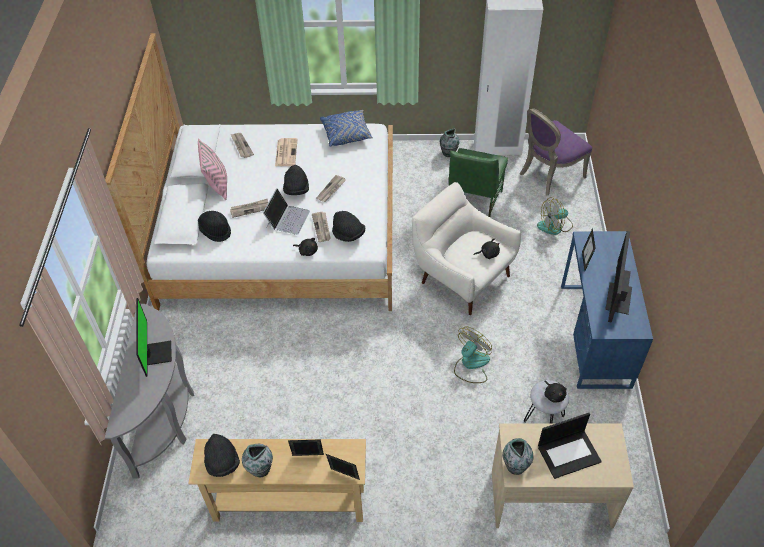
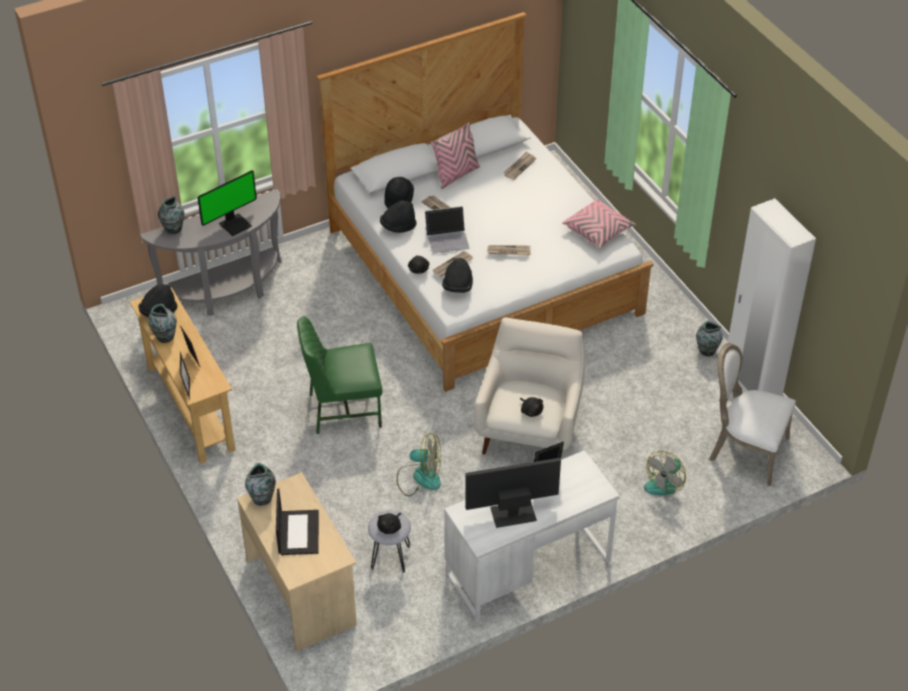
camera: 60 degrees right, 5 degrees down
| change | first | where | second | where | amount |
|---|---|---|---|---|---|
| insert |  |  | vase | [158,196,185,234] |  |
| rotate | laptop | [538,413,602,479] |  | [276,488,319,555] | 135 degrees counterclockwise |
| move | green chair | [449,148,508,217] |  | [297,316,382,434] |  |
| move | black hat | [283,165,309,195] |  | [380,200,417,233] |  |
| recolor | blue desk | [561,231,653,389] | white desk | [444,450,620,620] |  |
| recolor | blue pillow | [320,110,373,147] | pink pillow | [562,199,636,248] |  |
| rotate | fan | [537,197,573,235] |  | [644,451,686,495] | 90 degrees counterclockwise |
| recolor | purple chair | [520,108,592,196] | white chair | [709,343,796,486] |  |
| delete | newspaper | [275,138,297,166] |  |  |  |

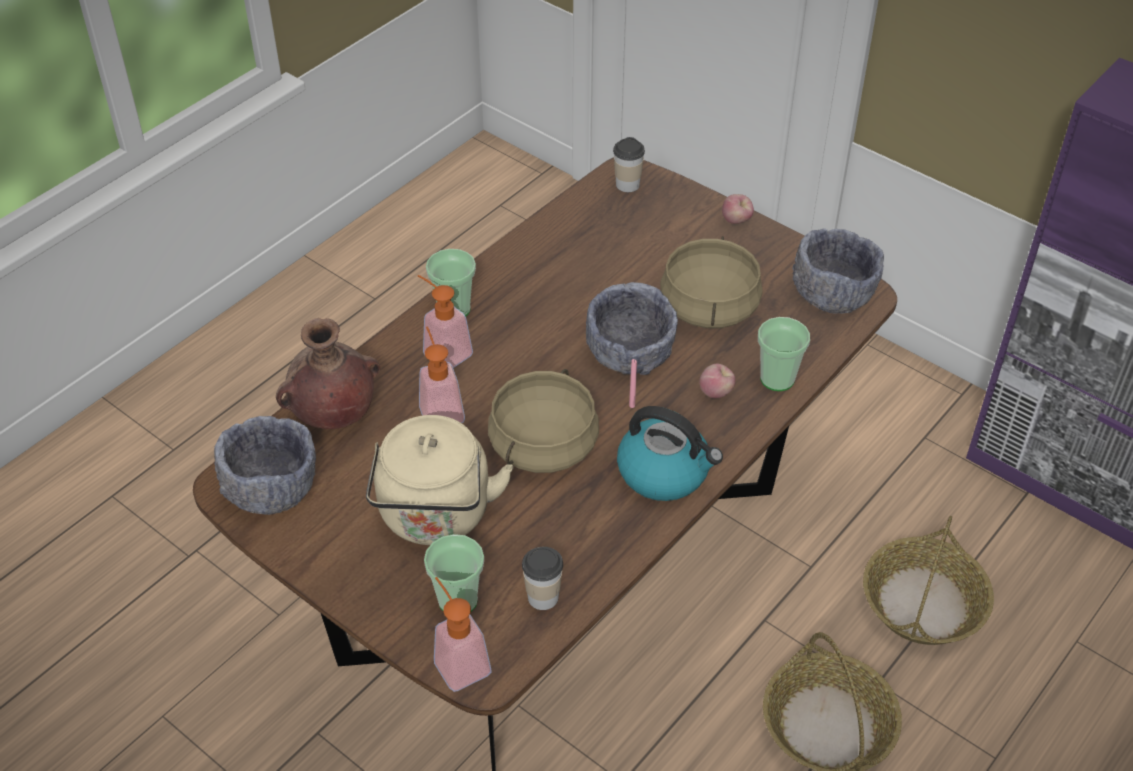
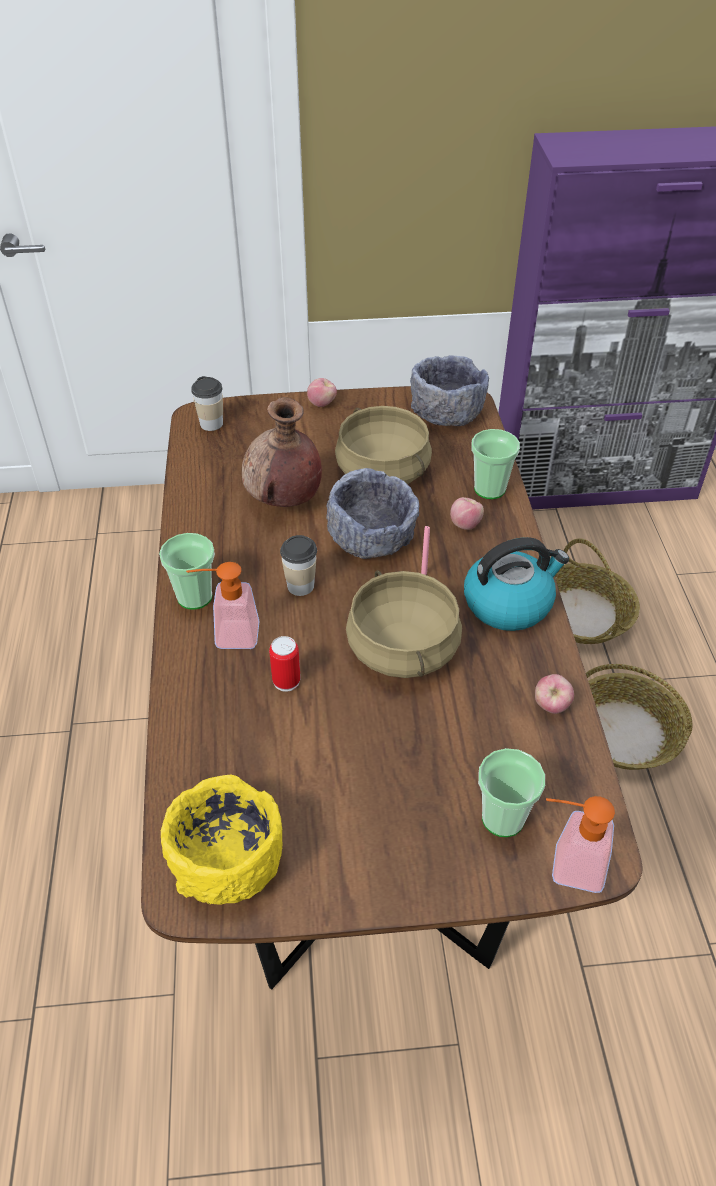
camera: 45 degrees left, 0 degrees up
| change | first | where | second | where | amount |
|---|---|---|---|---|---|
| recolor | grey bowl | [214,416,316,515] | yellow bowl | [161,775,282,905] |  |
| move | brown vase | [276,318,380,429] |  | [242,397,322,507] |  |
| replace | soap dispenser | [419,327,465,423] | can | [269,636,301,692] |  |
| move | cup | [522,547,563,610] |  | [280,535,317,596] |  |
| insert |  |  | apple | [535,674,574,714] |  |
| delete | beige kettle | [366,415,513,545] |  |  |  |

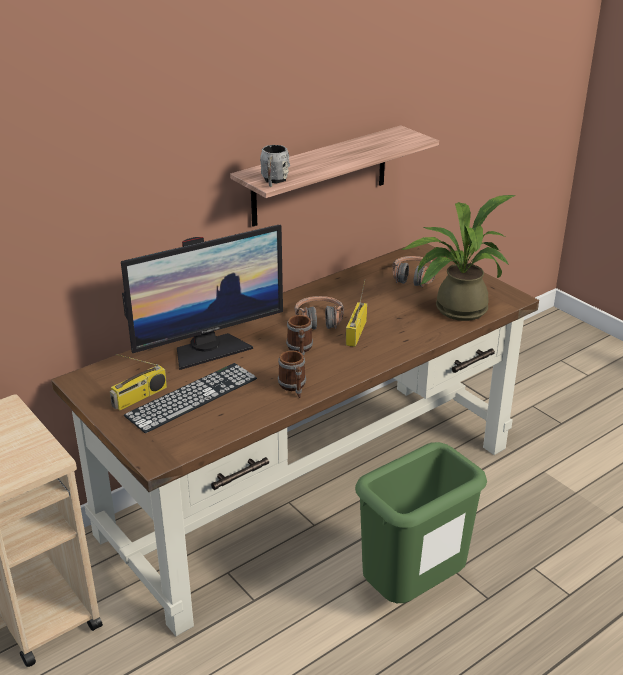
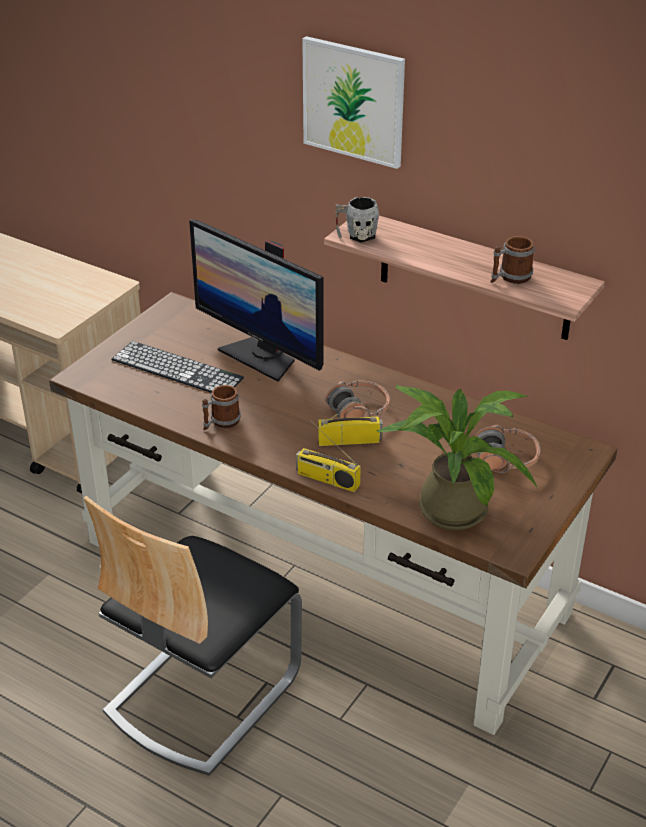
camera: 70 degrees right, 5 degrees up
| change | first | where | second | where | amount |
|---|---|---|---|---|---|
| replace | green trash can | [355,442,487,603] | chair | [84,496,302,776] |  |
| move | radio | [110,354,167,411] |  | [296,421,361,492] |  |
| insert |  |  | picture | [302,36,405,169] |  |
| move | mug | [286,315,313,356] |  | [490,236,535,284] |  |

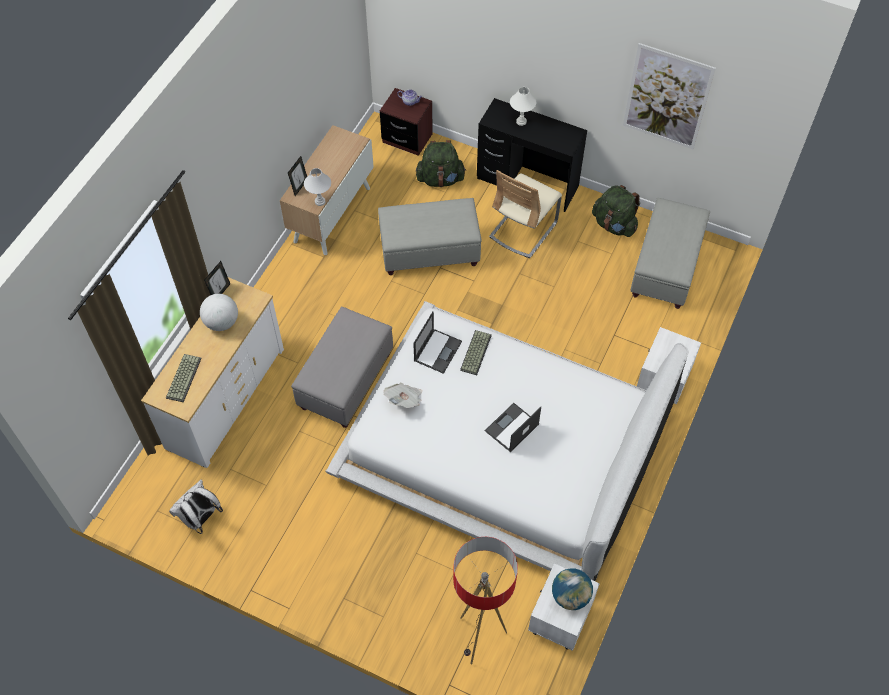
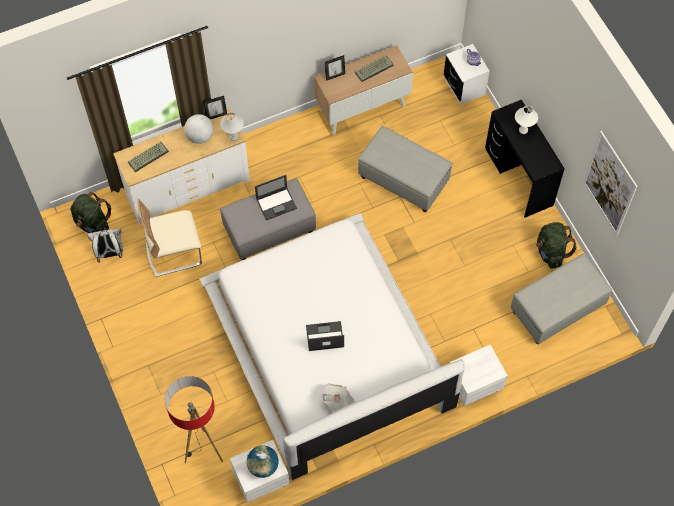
camera: 40 degrees right, 5 degrees up
| change | first | where | second | where | amount |
|---|---|---|---|---|---|
| move | green backpack | [416,140,466,187] |  | [71,192,111,233] |  |
| move | beige chair | [489,170,562,258] |  | [137,199,202,277] |  |
| move | white table lamp | [304,168,331,206] |  | [220,112,244,141] |  |
| move | laptop | [413,311,462,374] |  | [255,175,297,221] |  |
| move | newspaper | [384,383,422,408] |  | [321,383,355,411] |  |
| move | keyboard | [460,330,492,375] |  | [355,56,394,82] |  |
| recolor | brown nightstand | [380,88,433,156] | white nightstand | [444,44,490,105] |  |

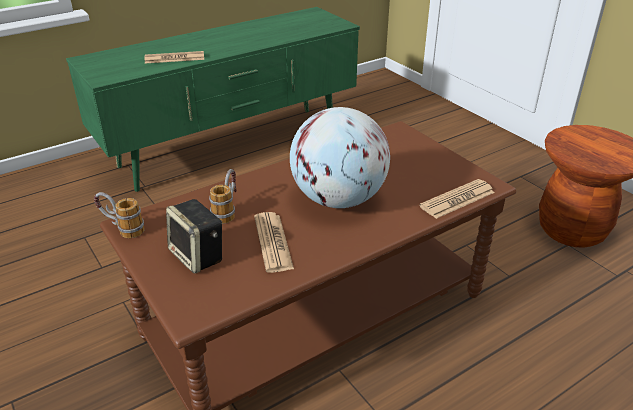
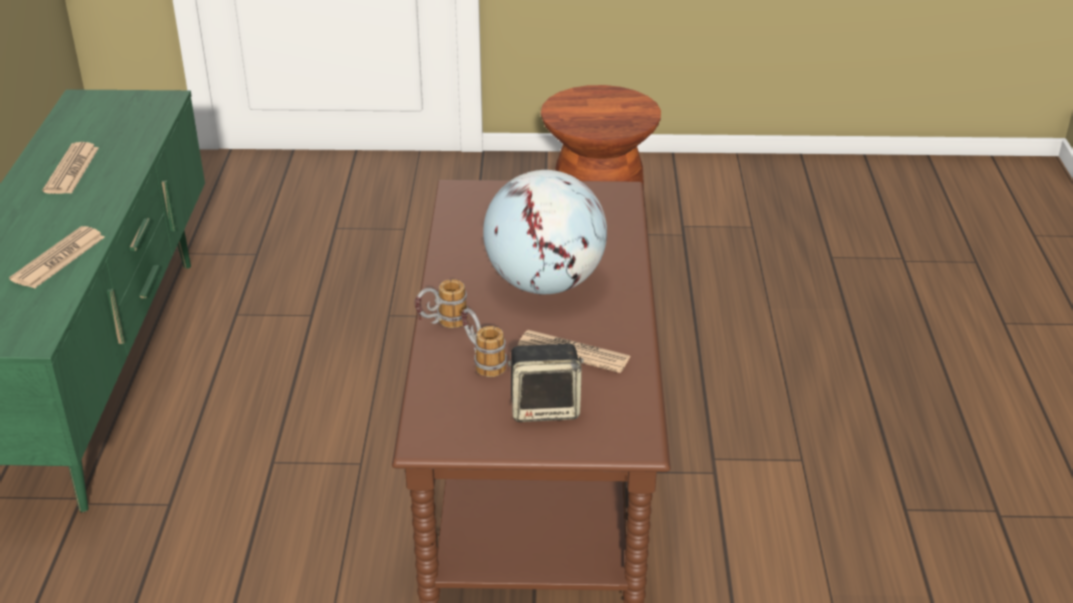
camera: 55 degrees left, 0 degrees up
| change | first | where | second | where | amount |
|---|---|---|---|---|---|
| move | newspaper | [419,179,495,219] |  | [43,142,99,194] |  |
| move | mug | [94,192,145,238] |  | [415,279,468,328] |  |

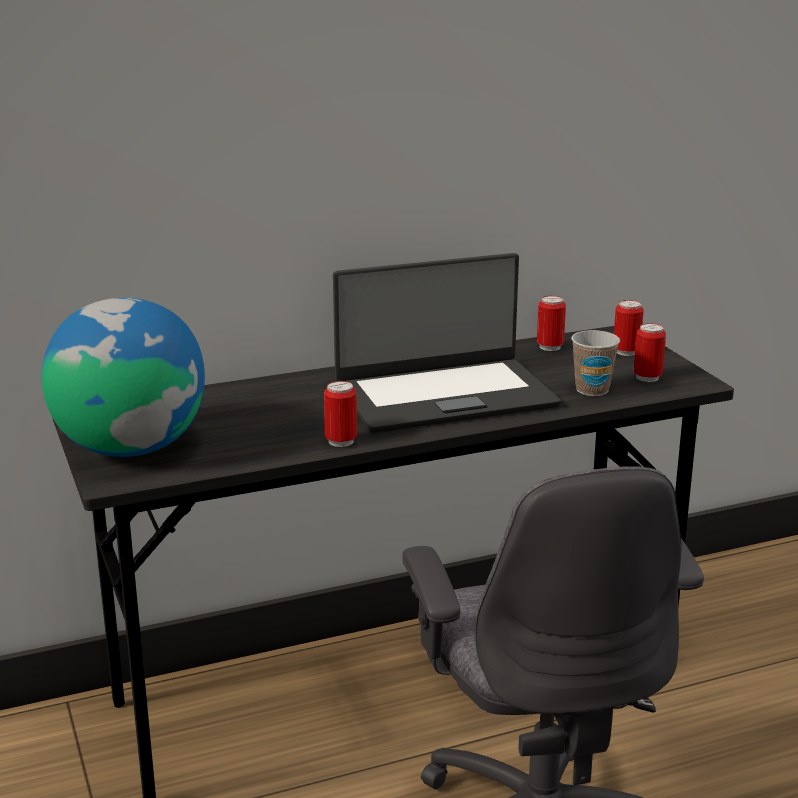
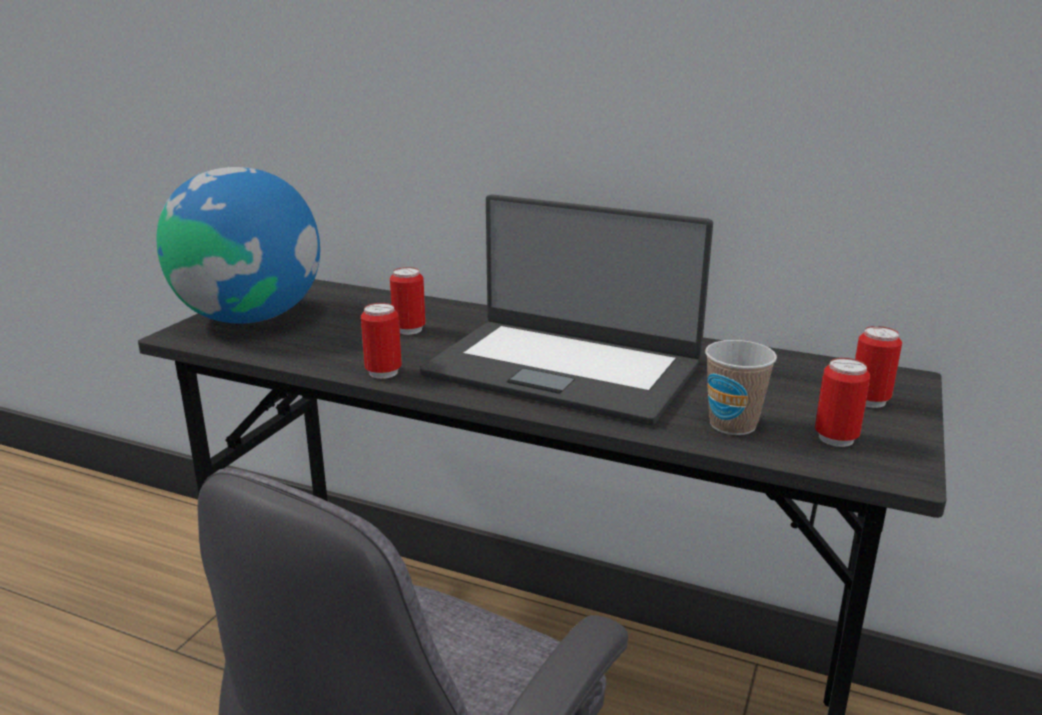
camera: 45 degrees right, 0 degrees up
| change | first | where | second | where | amount |
|---|---|---|---|---|---|
| move | can | [537,295,566,351] |  | [390,267,426,335] |  |

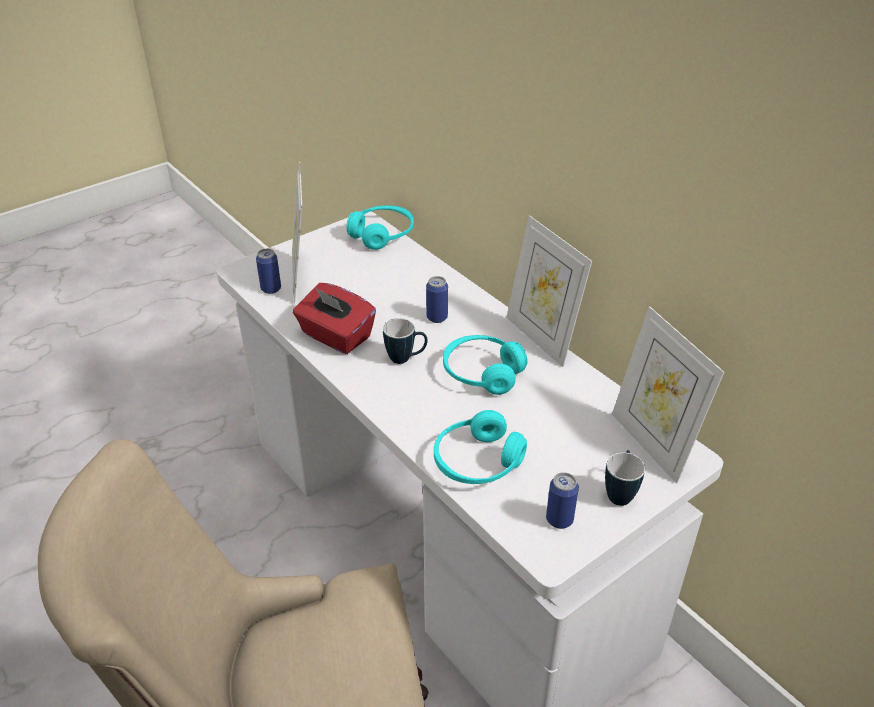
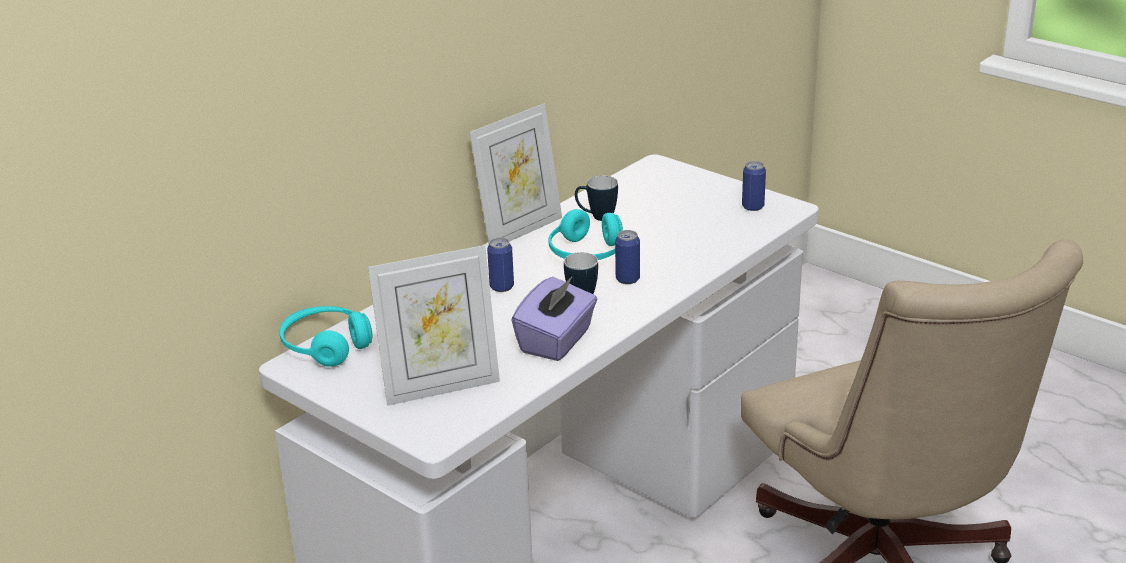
camera: 100 degrees left, 10 degrees down
| change | first | where | second | where | amount |
|---|---|---|---|---|---|
| recolor | red tissue box | [293,283,376,354] | purple tissue box | [512,276,597,361] |  |
| move | mug | [605,450,645,506] |  | [575,176,618,221] |  |
| move | can | [256,249,281,294] |  | [615,230,640,284] |  |
| delete | turquoise headphones | [434,410,527,484] |  |  |  |
| delete | picture frame | [612,306,724,484] |  |  |  |

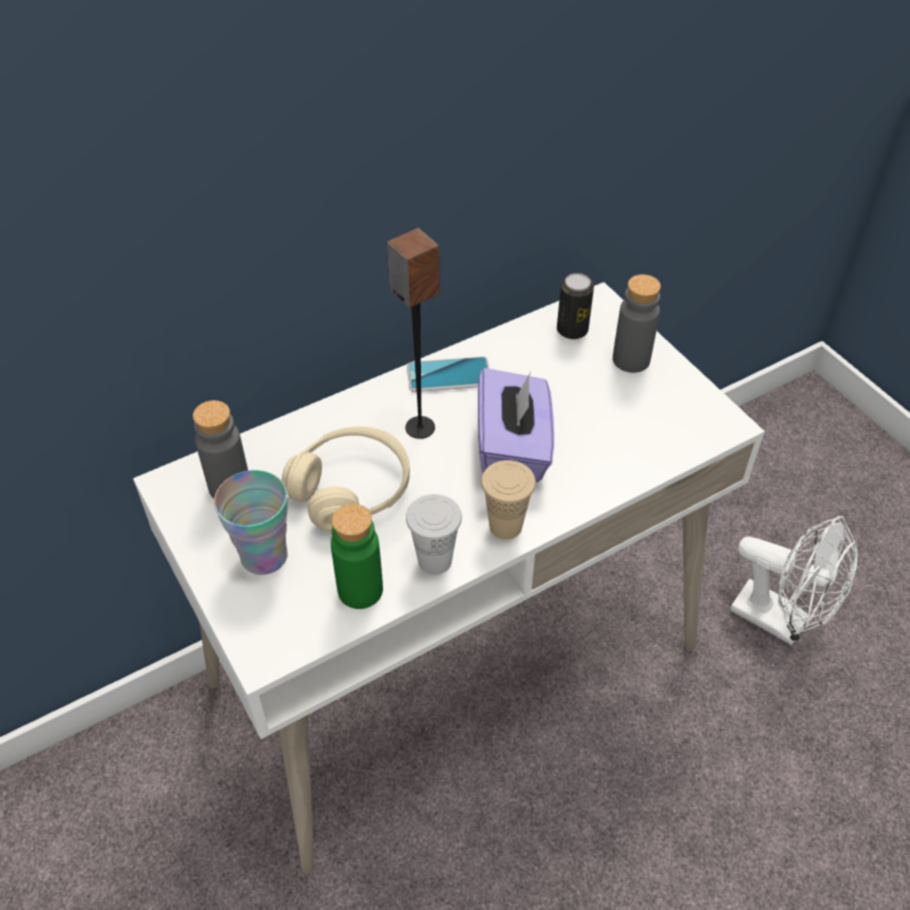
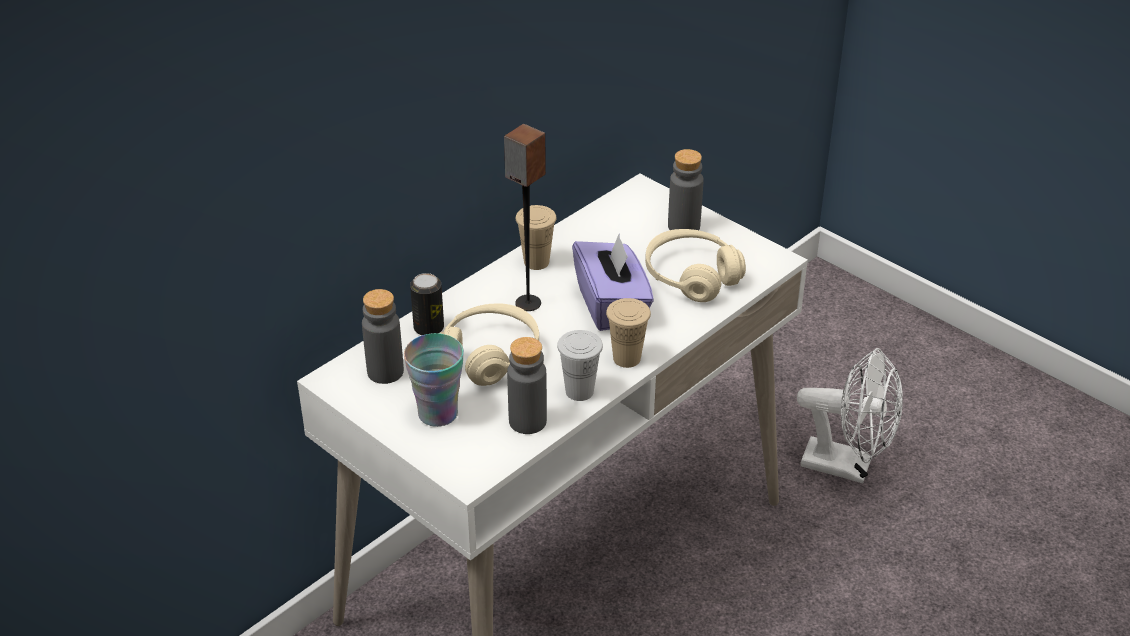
camera: 15 degrees left, 10 degrees down
| change | first | where | second | where | amount |
|---|---|---|---|---|---|
| move | can | [557,273,594,339] |  | [410,273,444,335] |  |
| recolor | green bottle | [331,504,383,609] | grey bottle | [507,337,547,434] |  |
| replace | phone | [407,357,490,392] | beige cup | [516,205,557,270] |  |
| insert |  |  | beige headphones | [645,229,746,302] |  |

